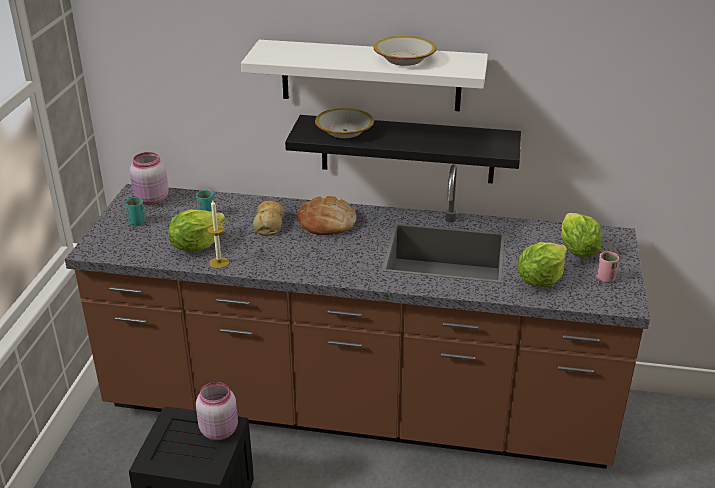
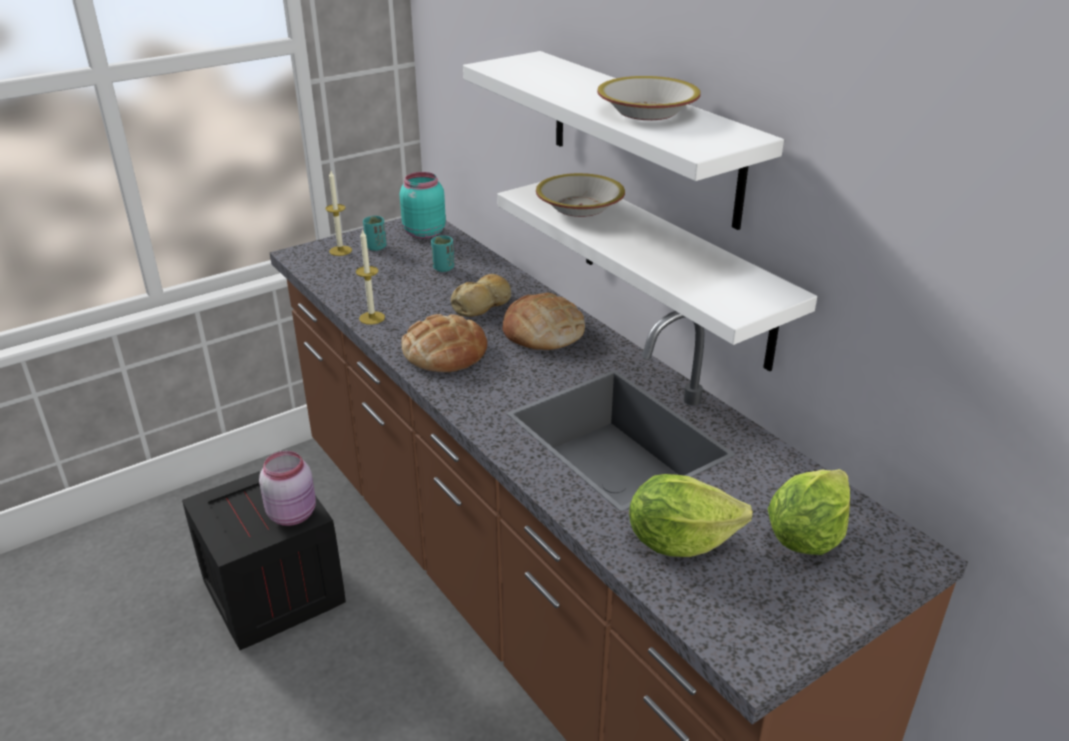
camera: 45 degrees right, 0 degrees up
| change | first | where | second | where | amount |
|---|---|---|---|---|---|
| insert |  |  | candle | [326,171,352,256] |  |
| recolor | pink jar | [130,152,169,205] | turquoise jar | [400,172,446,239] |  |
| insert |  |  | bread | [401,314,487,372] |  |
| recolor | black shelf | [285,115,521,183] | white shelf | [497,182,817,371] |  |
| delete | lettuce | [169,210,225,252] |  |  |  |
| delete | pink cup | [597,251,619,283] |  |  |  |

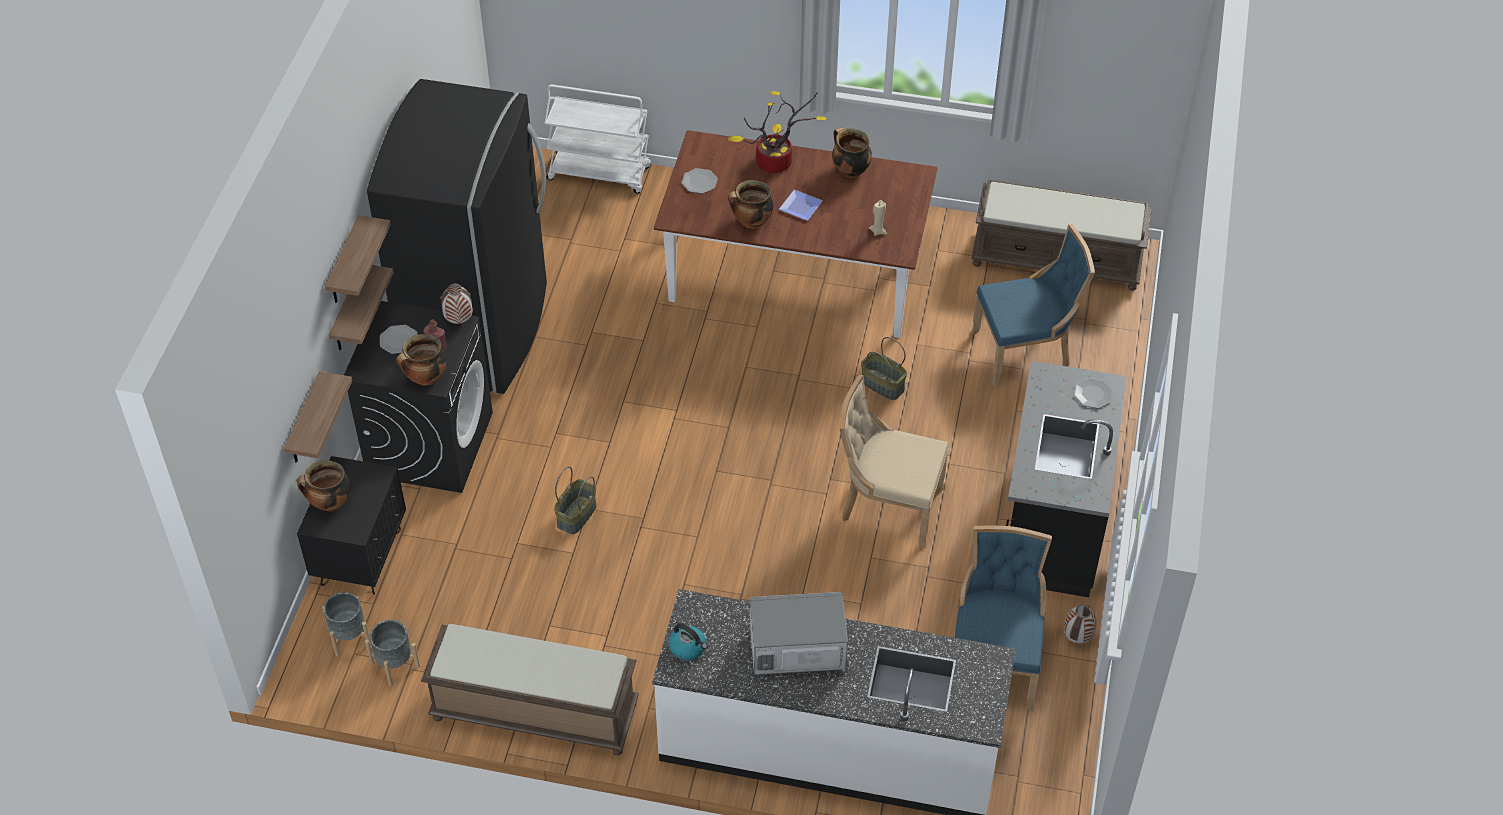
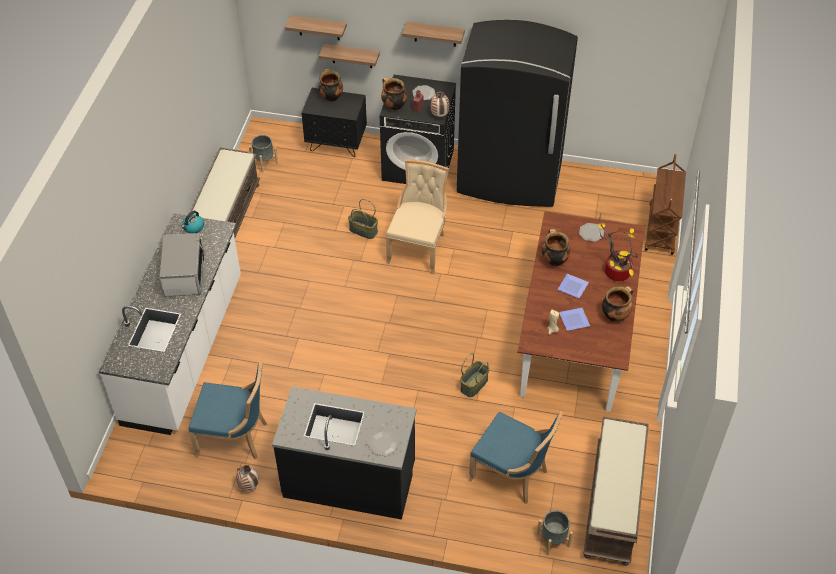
camera: 90 degrees right, 0 degrees up
| change | first | where | second | where | amount |
|---|---|---|---|---|---|
| move | shelf | [329,265,394,350] |  | [285,15,347,40] |  |
| move | beige chair | [839,375,949,548] |  | [386,159,449,274] |  |
| rotate | blue chair | [971,224,1095,387] |  | [468,411,563,504] | 45 degrees counterclockwise |
| move | grey planter | [322,592,371,656] |  | [537,510,573,555] |  |
| insert |  |  | plate | [559,308,590,331] |  |
| recolor | white cart | [544,84,651,194] | brown cart | [645,154,686,255] |  |

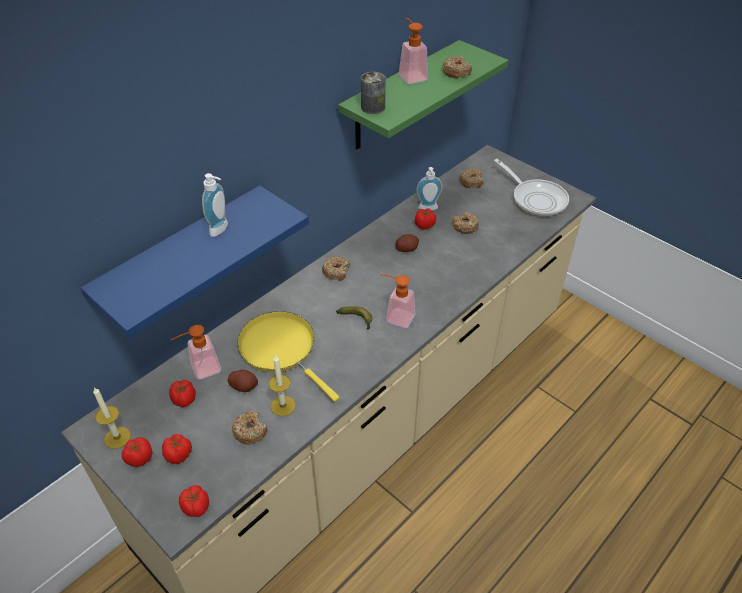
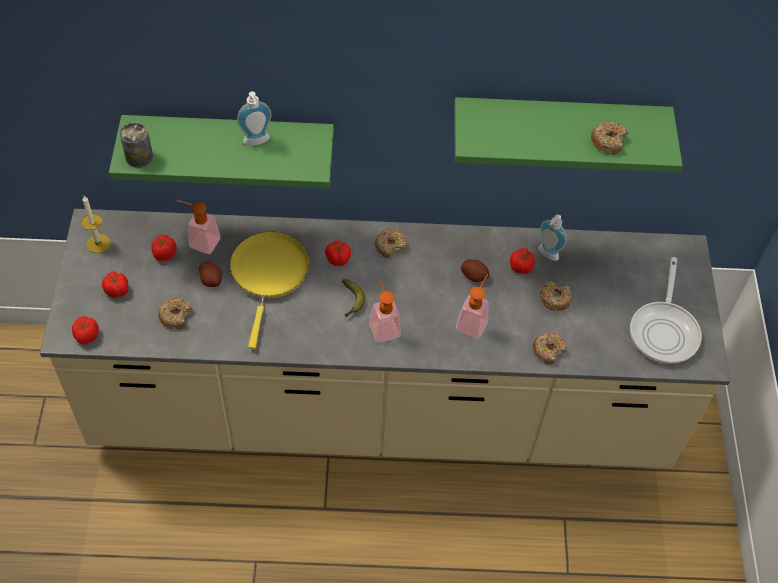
camera: 45 degrees right, 10 degrees up
| change | first | where | second | where | amount |
|---|---|---|---|---|---|
| recolor | blue shelf | [80,186,309,338] | green shelf | [109,115,334,188] |  |
| move | can | [361,72,386,114] |  | [120,122,153,168] |  |
| move | tomato | [122,437,152,467] |  | [325,240,351,266] |  |
| move | soap dispenser | [399,17,428,84] |  | [456,274,489,339] |  |
| move | donut | [460,169,483,188] |  | [533,333,567,365] |  |
| delete | candle | [269,355,296,416] |  |  |  |

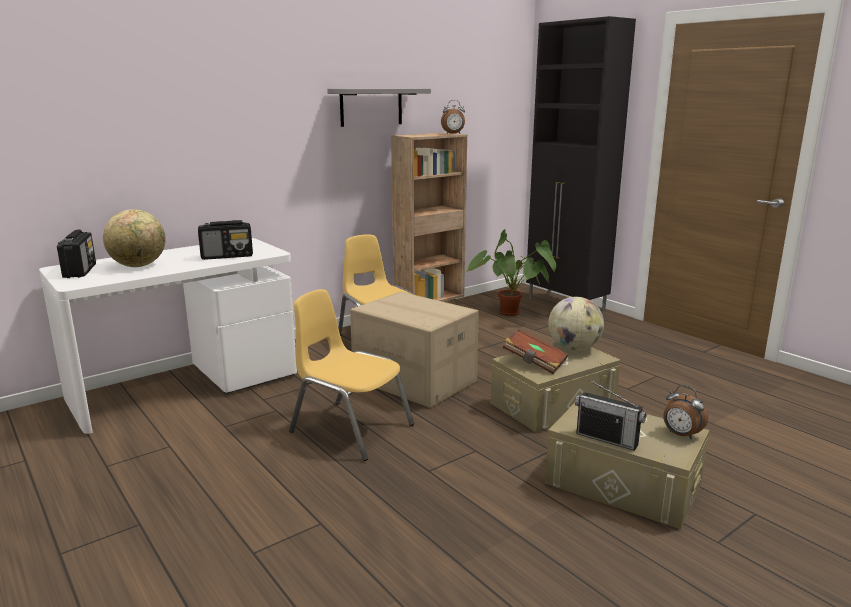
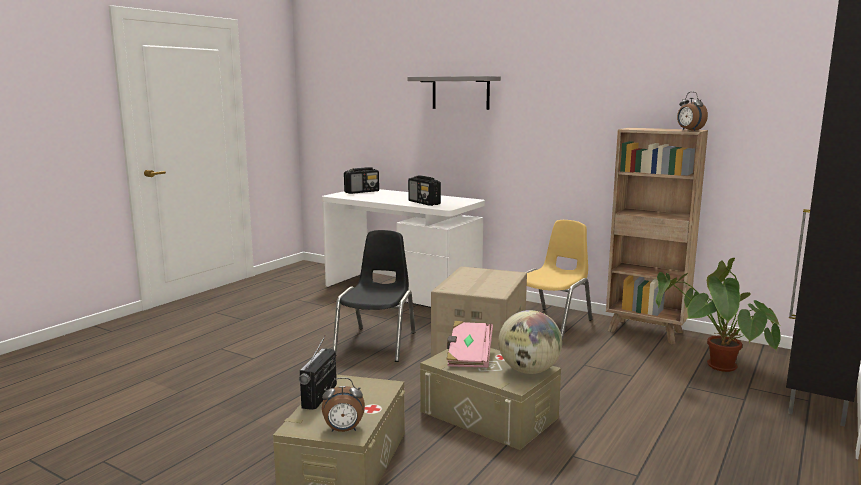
camera: 70 degrees right, 5 degrees down
| change | first | where | second | where | amount |
|---|---|---|---|---|---|
| rotate | alarm clock | [663,385,708,440] |  | [322,377,365,432] | 120 degrees counterclockwise |
| recolor | yellow chair | [289,289,414,461] | black chair | [332,230,415,362] |  |
| move | grey shelf | [327,88,431,127] |  | [407,76,501,110] |  |
| recolor | brown book | [502,329,568,374] | pink book | [446,321,493,368] |  |
| delete | globe | [103,209,166,267] |  |  |  |

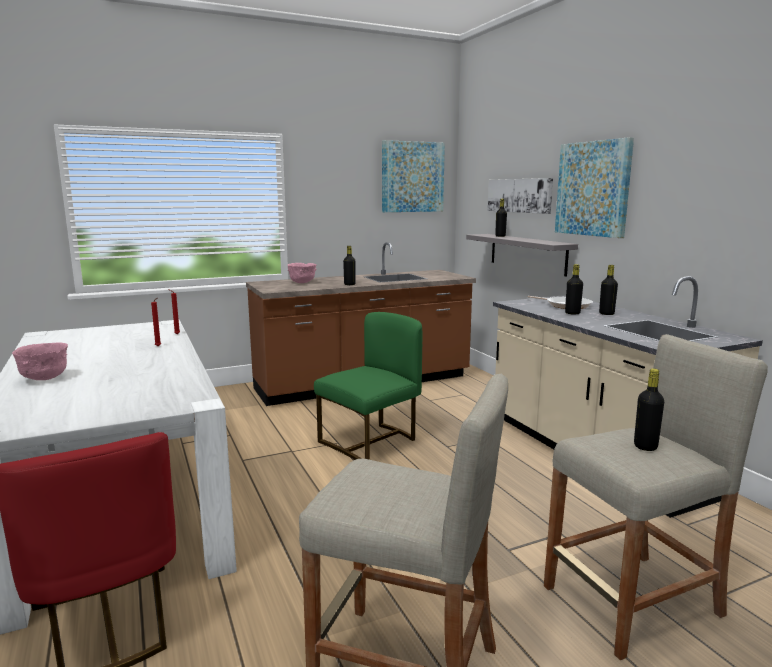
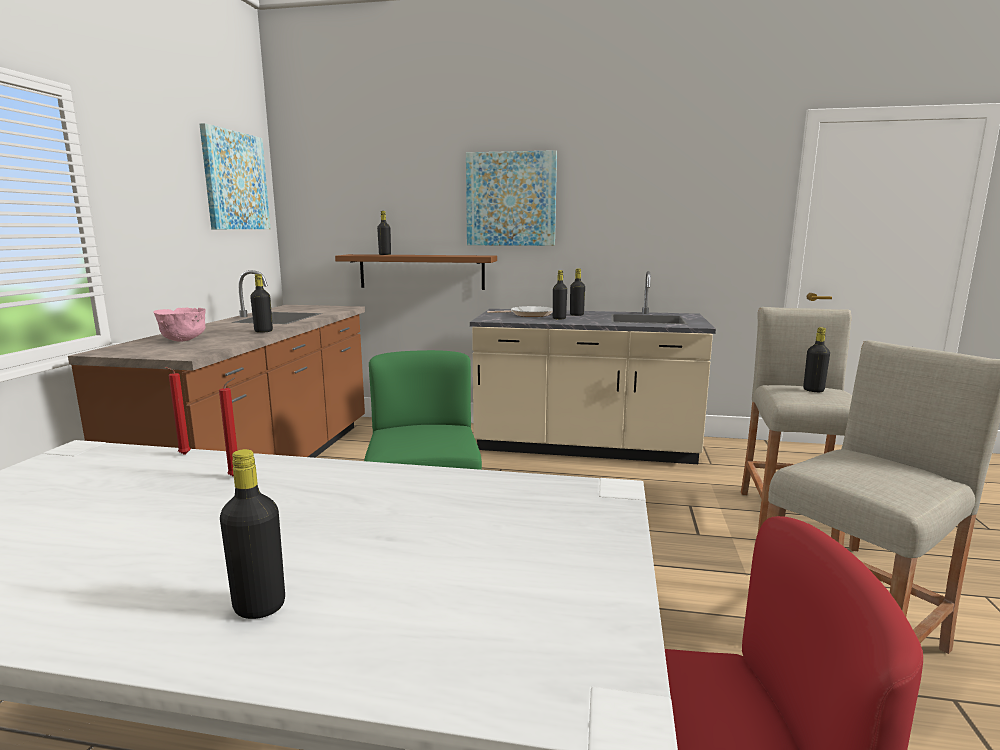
camera: 55 degrees left, 0 degrees up
| change | first | where | second | where | amount |
|---|---|---|---|---|---|
| replace | pink bowl | [12,342,68,380] | black bottle | [220,449,285,619] |  |
| recolor | grey shelf | [466,234,578,276] | brown shelf | [335,254,497,290] |  |
| delete | picture | [488,178,553,214] |  |  |  |

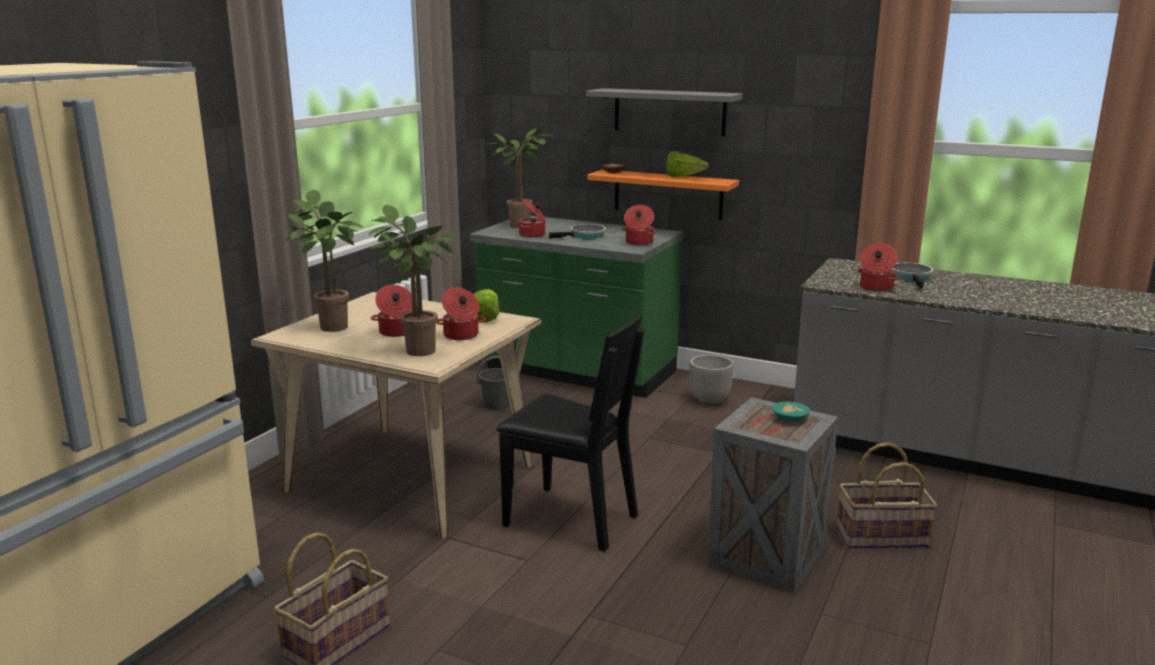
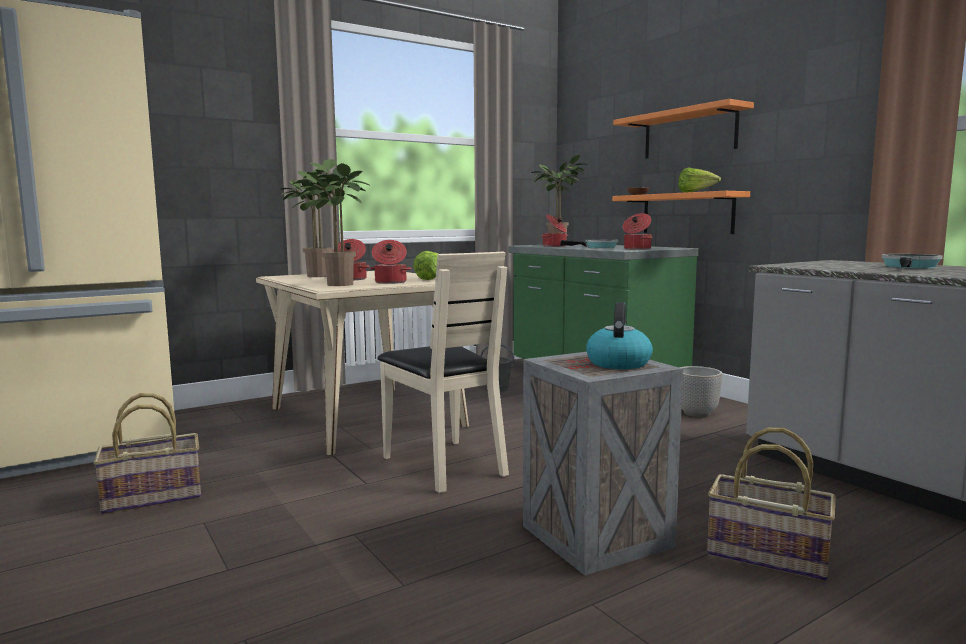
camera: 30 degrees right, 10 degrees down
| change | first | where | second | where | amount |
|---|---|---|---|---|---|
| recolor | black chair | [496,315,645,552] | beige chair | [377,252,509,493] |  |
| replace | turquoise bowl | [772,402,810,422] | kettle | [586,302,653,369] |  |
| recolor | grey shelf | [586,88,743,136] | orange shelf | [613,99,754,159] |  |
| delete | cooking pot | [857,243,900,292] |  |  |  |

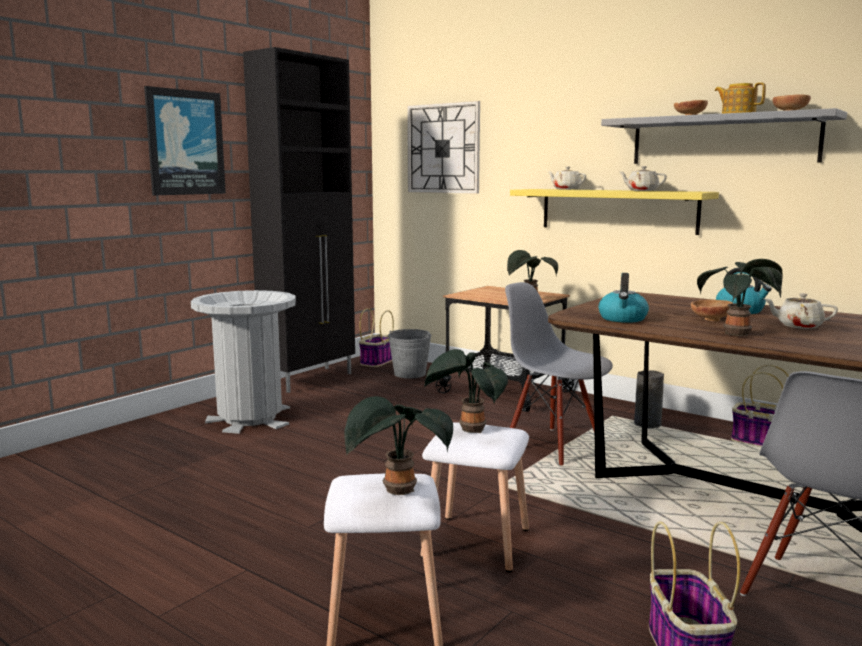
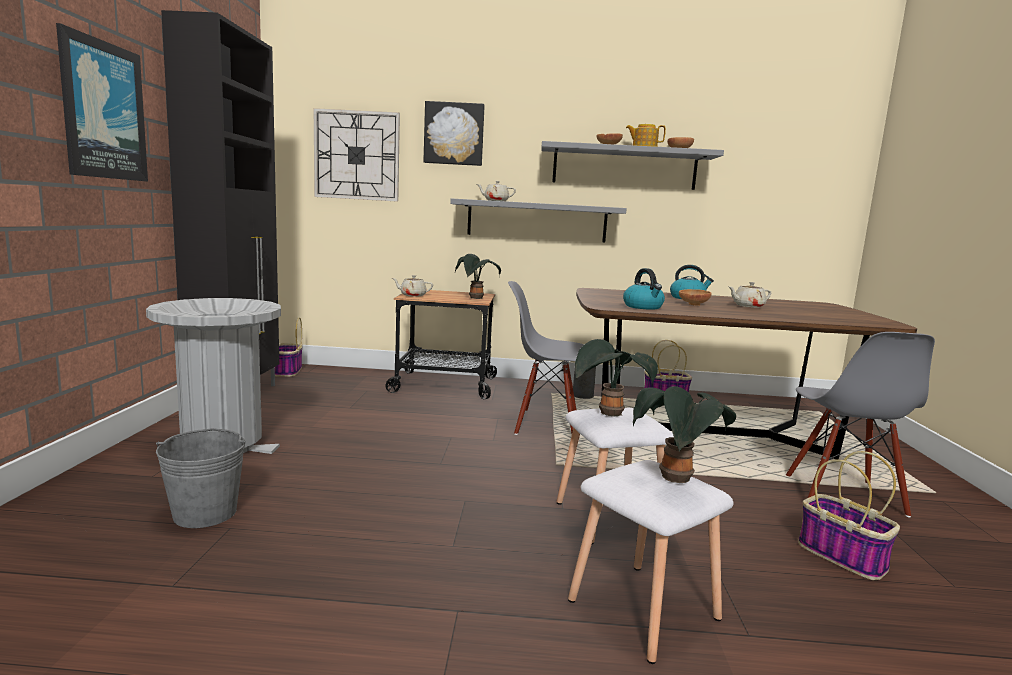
camera: 35 degrees left, 0 degrees up
| change | first | where | second | where | amount |
|---|---|---|---|---|---|
| move | grey bucket | [388,329,432,379] |  | [156,428,246,528] |  |
| move | beige teapot | [618,166,667,191] |  | [392,275,433,297] |  |
| insert |  |  | picture | [423,101,485,166] |  |
| recolor | yellow shelf | [510,189,719,235] | grey shelf | [450,198,627,242] |  |
| delete | potted plant | [697,259,783,336] |  |  |  |

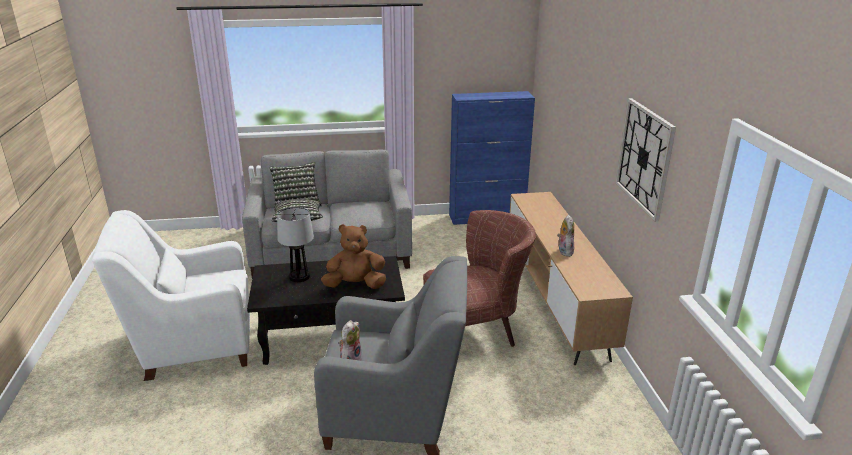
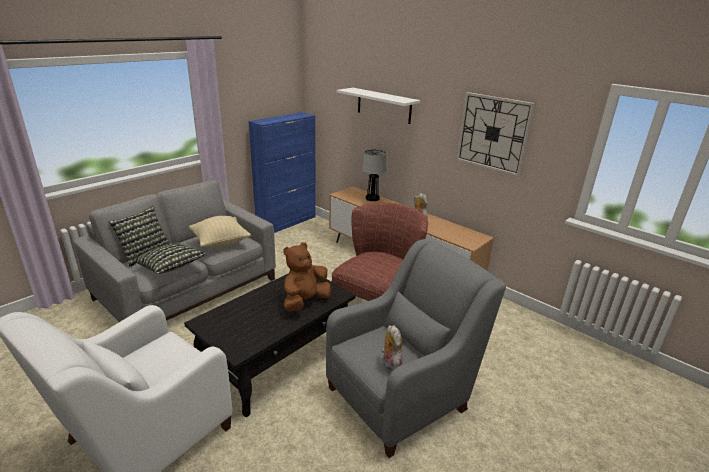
camera: 40 degrees left, 0 degrees up
| change | first | where | second | where | amount |
|---|---|---|---|---|---|
| insert |  |  | beige pillow | [189,216,251,248] |  |
| insert |  |  | white shelf | [337,88,420,124] |  |
| move | table lamp | [277,207,314,282] |  | [362,149,386,201] |  |

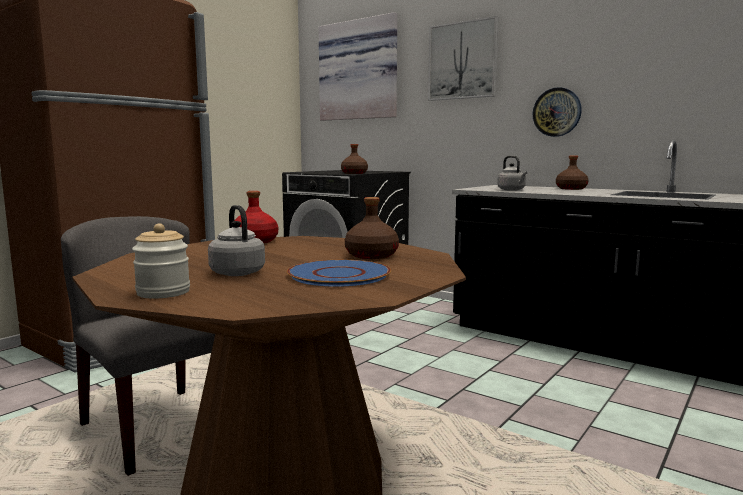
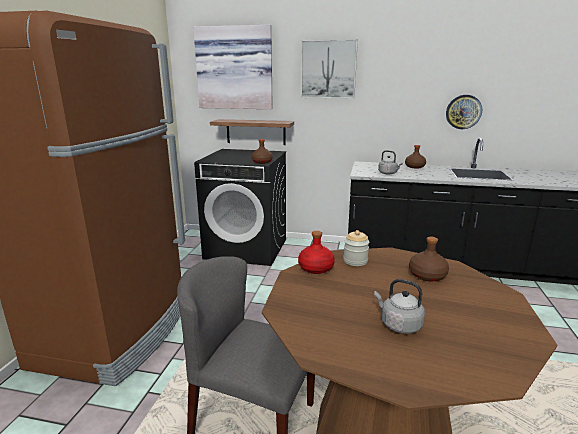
camera: 25 degrees left, 10 degrees up
| change | first | where | second | where | amount |
|---|---|---|---|---|---|
| insert |  |  | shelf | [210,119,294,145] |  |
| move | jar | [132,223,190,298] |  | [343,230,369,266] |  |
| move | wall clock | [533,87,582,137] |  | [446,95,482,129] |  |
| delete | blue plate | [287,260,391,287] |  |  |  |

